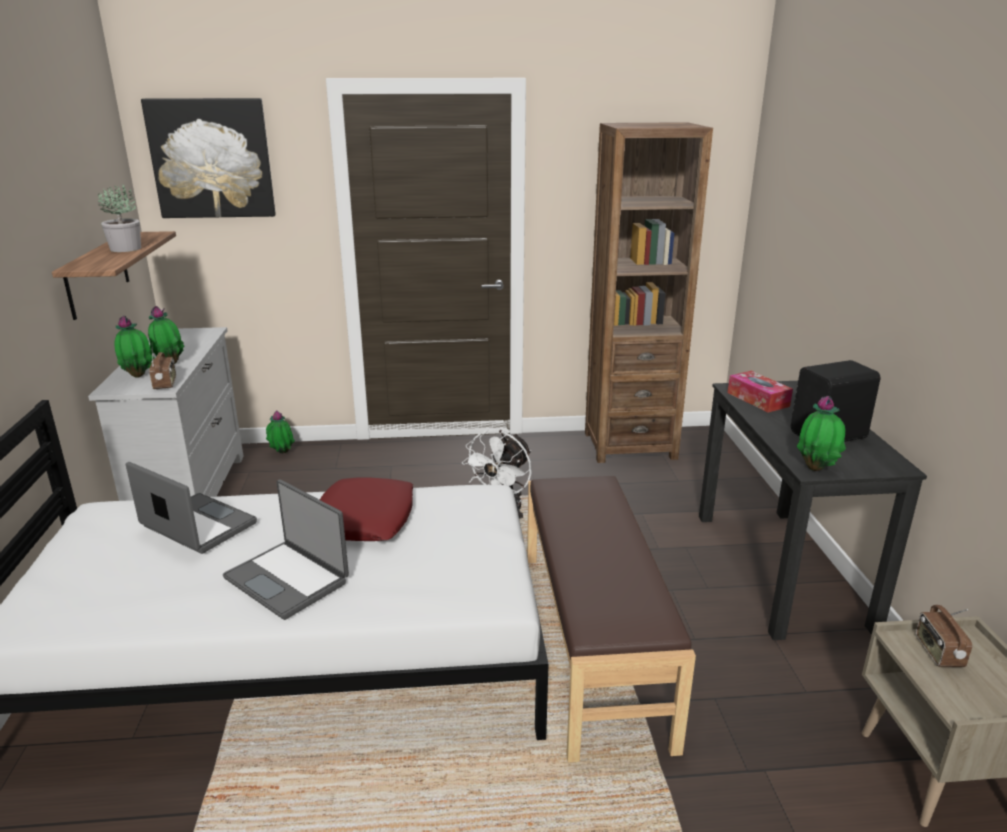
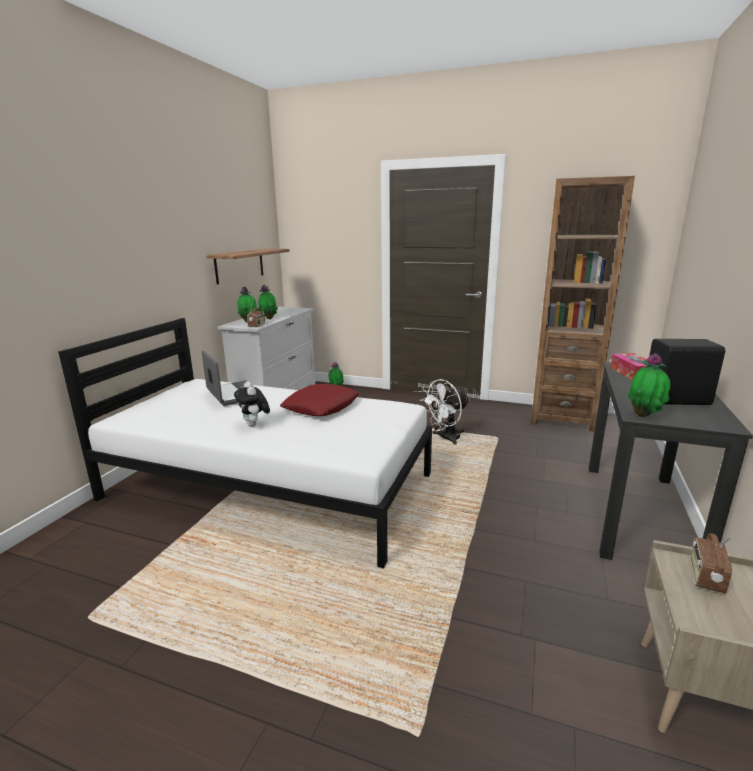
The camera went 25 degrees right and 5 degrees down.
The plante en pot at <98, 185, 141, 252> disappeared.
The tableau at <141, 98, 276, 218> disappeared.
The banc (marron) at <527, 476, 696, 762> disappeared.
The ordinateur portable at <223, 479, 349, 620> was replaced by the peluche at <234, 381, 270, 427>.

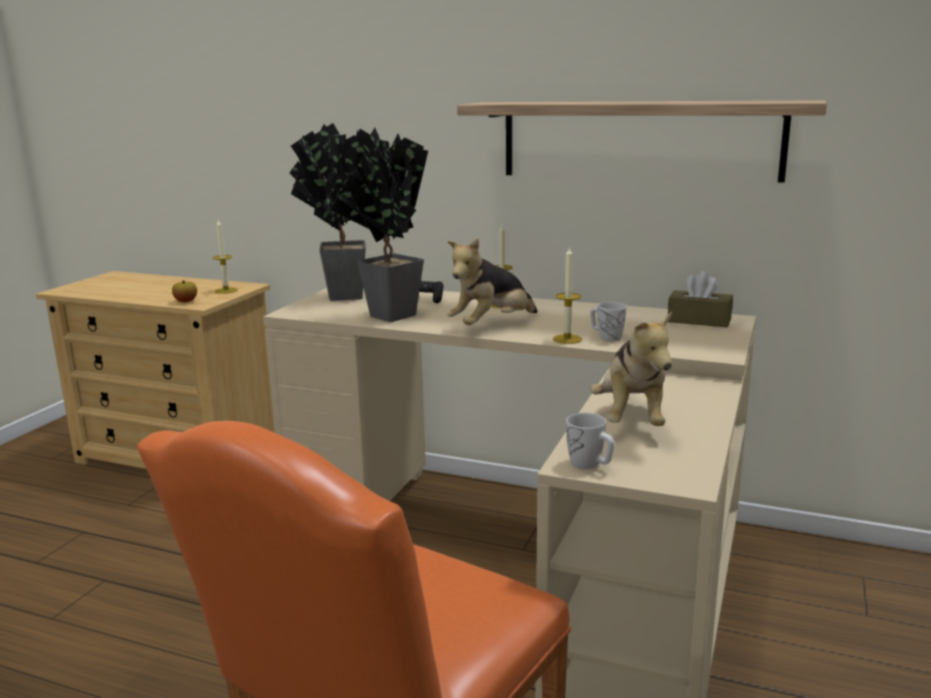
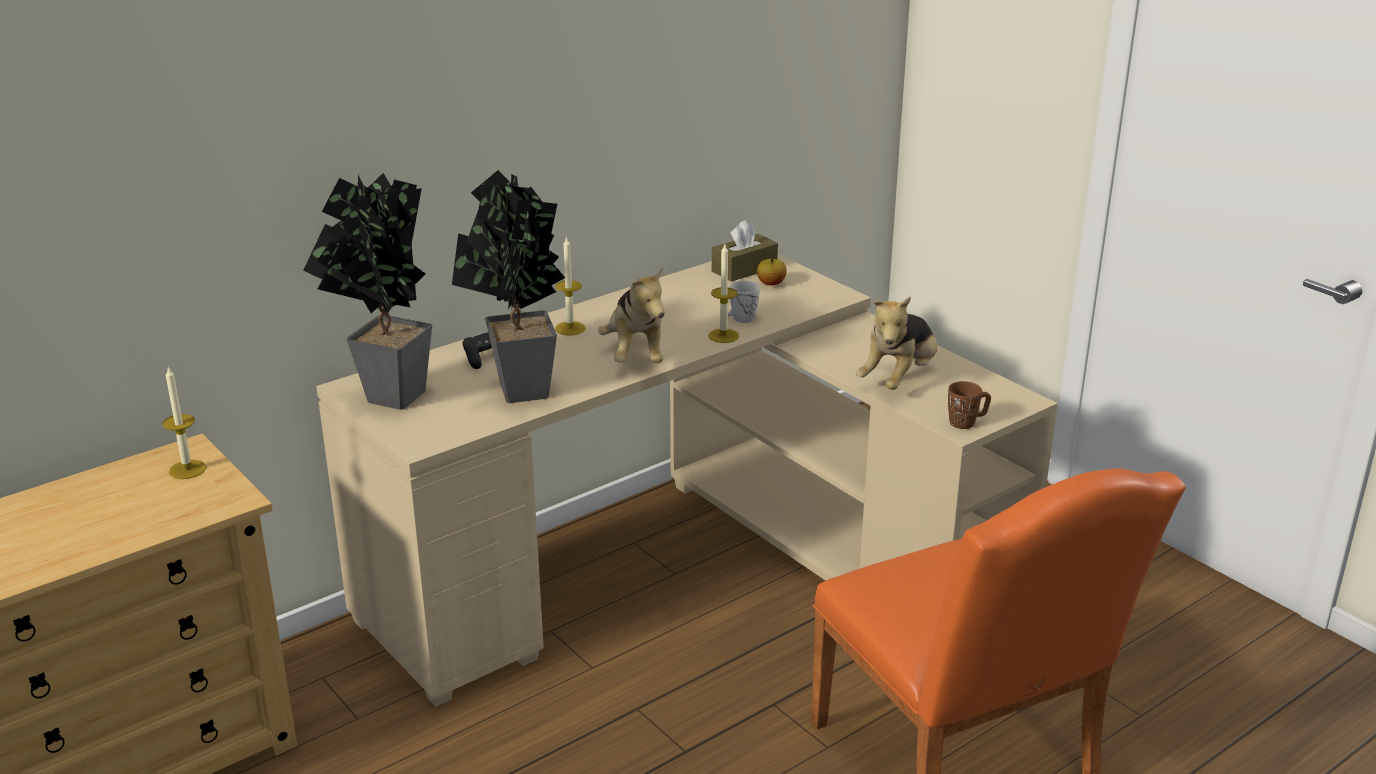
The camera went 60 degrees left and 10 degrees up.
The étagère at <457, 100, 827, 183> disappeared.
The pomme moved from <172, 280, 197, 302> to <757, 259, 787, 285>.
The mug (blanc) at <566, 413, 615, 469> became the mug (marron) at <948, 381, 991, 429>.
The peluche at <590, 311, 672, 426> turned 90 degrees clockwise.

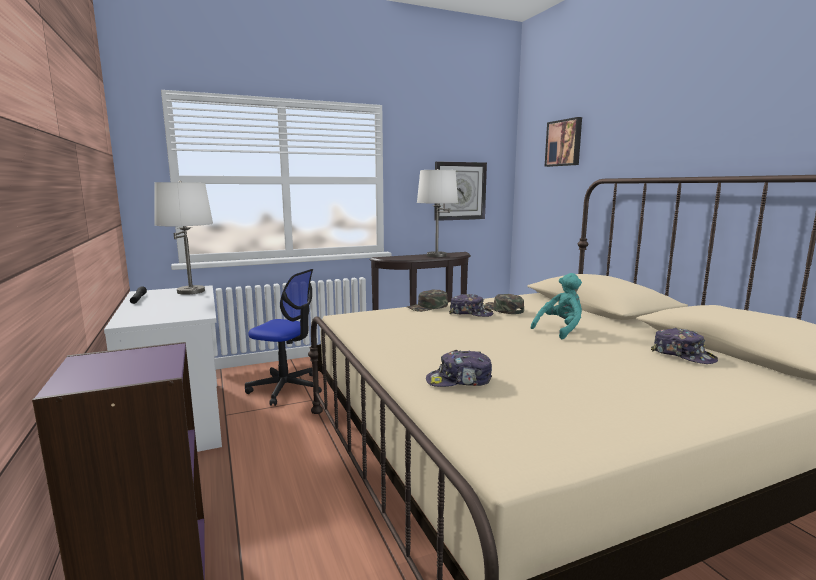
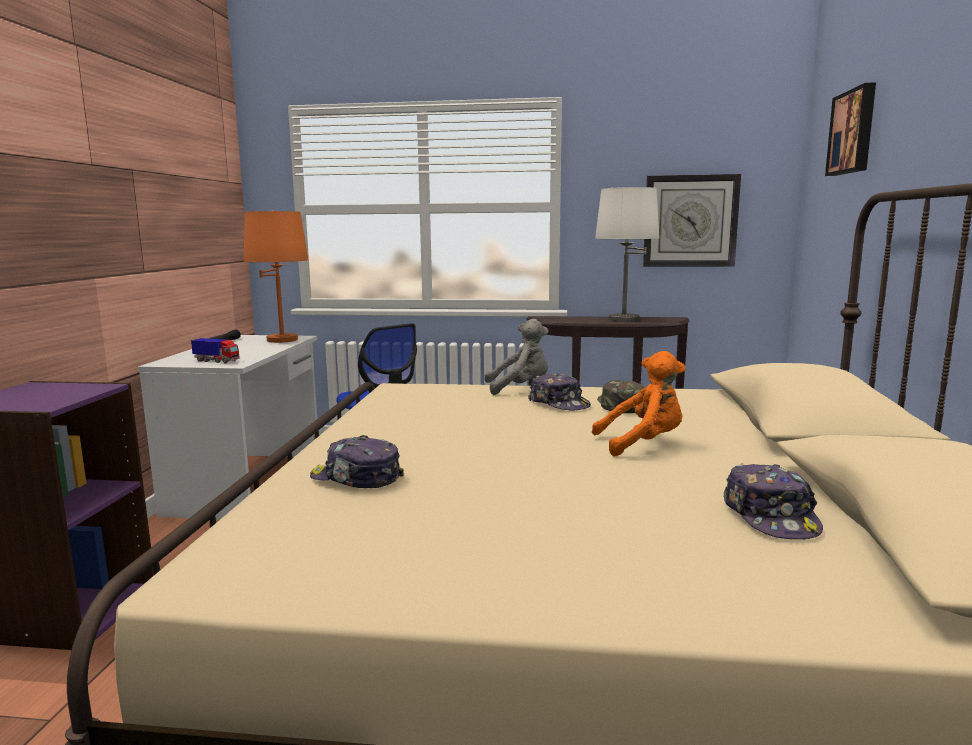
The camera went 30 degrees right and 0 degrees up.
The camion jouet at <191, 338, 239, 363> appeared.
The casquette (vert) at <407, 290, 448, 312> was replaced by the peluche (gris) at <484, 319, 548, 395>.
The lampe de table (blanc) at <154, 181, 213, 295> became the lampe de table (orange) at <244, 210, 308, 343>.
The peluche (turquoise) at <531, 273, 582, 339> became the peluche (orange) at <592, 351, 685, 457>.

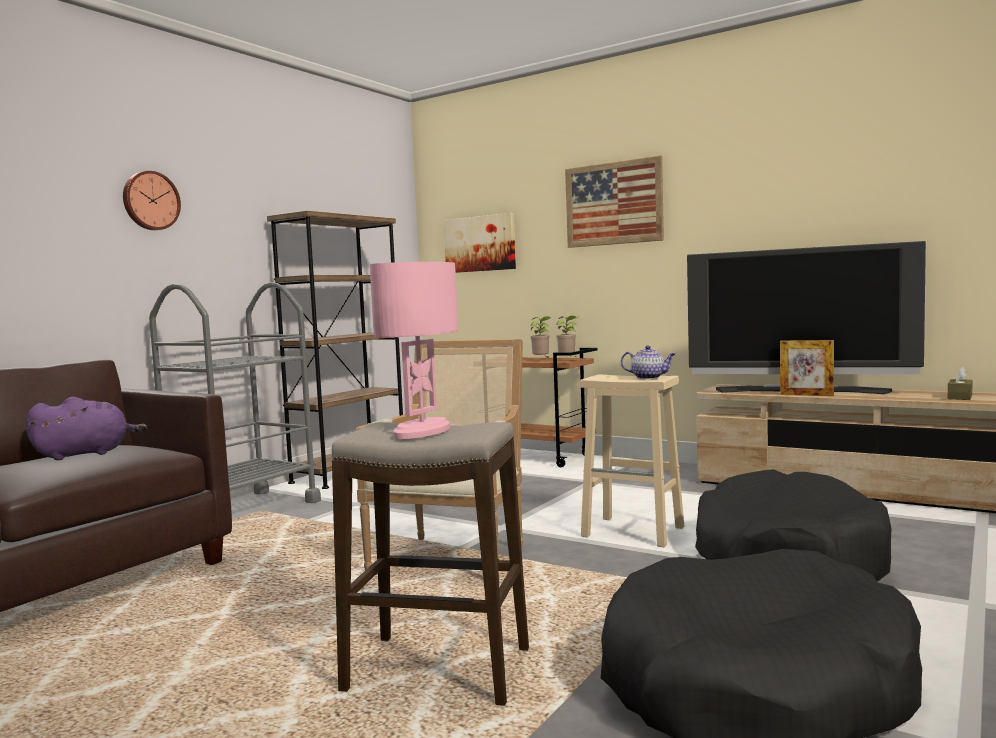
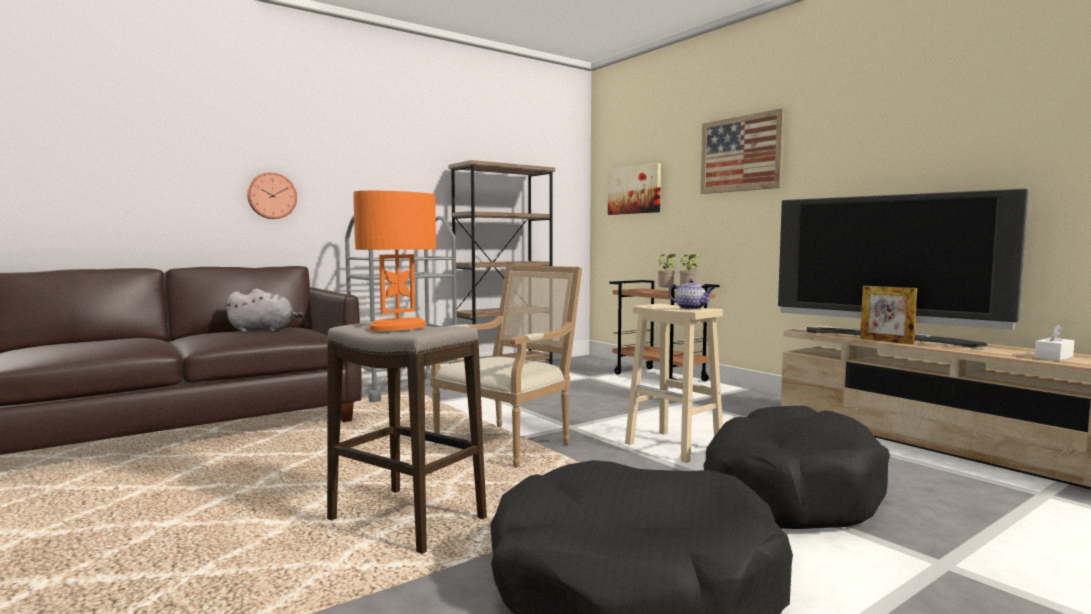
The camera went 20 degrees right and 0 degrees up.
The horloge murale moved from <123, 171, 181, 230> to <247, 172, 297, 219>.
The peluche (violet) at <26, 397, 147, 460> became the peluche (gris) at <225, 289, 303, 332>.
The lampe de table (rose) at <370, 262, 458, 439> became the lampe de table (orange) at <354, 191, 436, 331>.
The boîte à mouchoirs (marron) at <948, 367, 973, 400> became the boîte à mouchoirs (blanc) at <1034, 324, 1074, 361>.

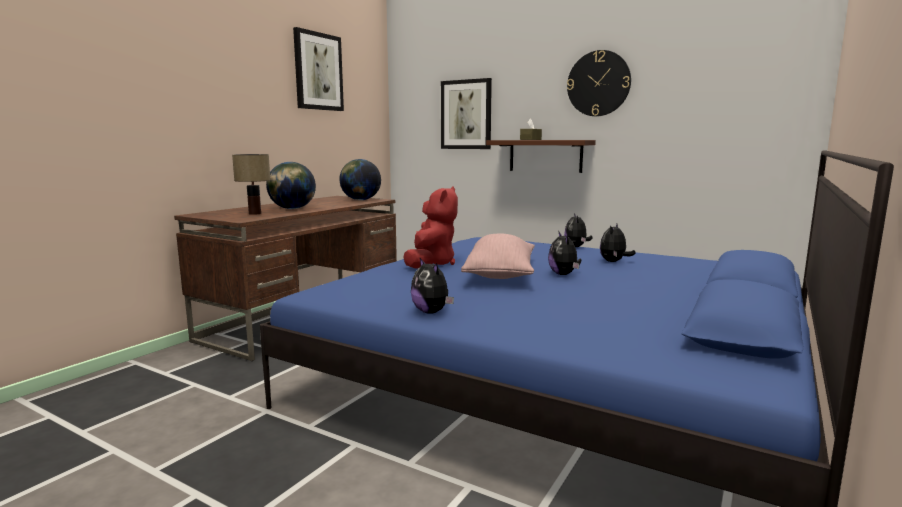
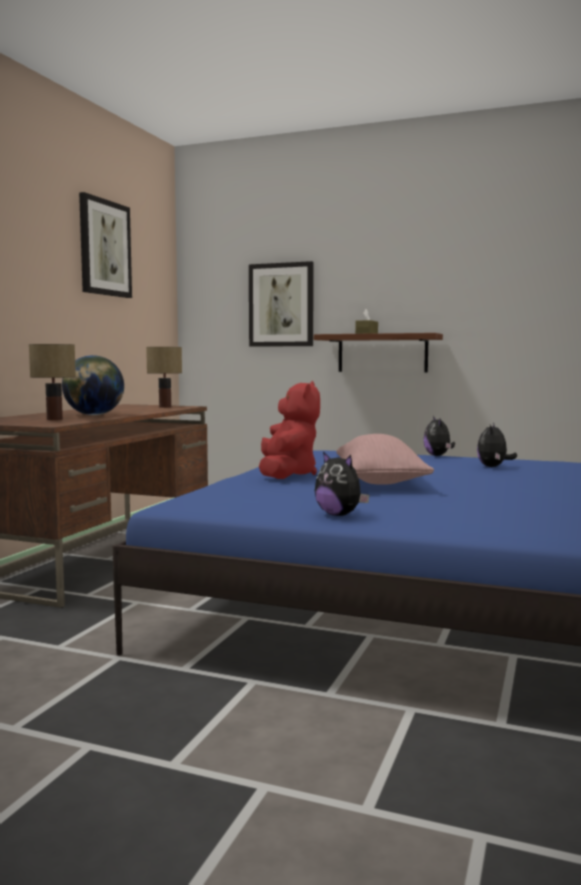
The camera went 10 degrees left and 5 degrees down.
The peluche at <548, 232, 581, 275> disappeared.
The horloge murale at <567, 50, 631, 116> disappeared.
The globe at <339, 159, 381, 200> was replaced by the lampe de table at <146, 347, 182, 408>.

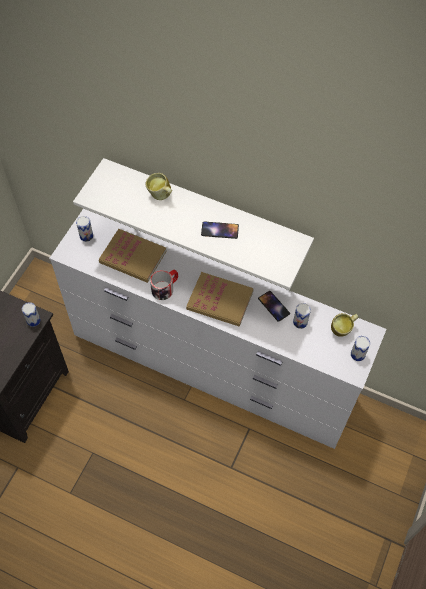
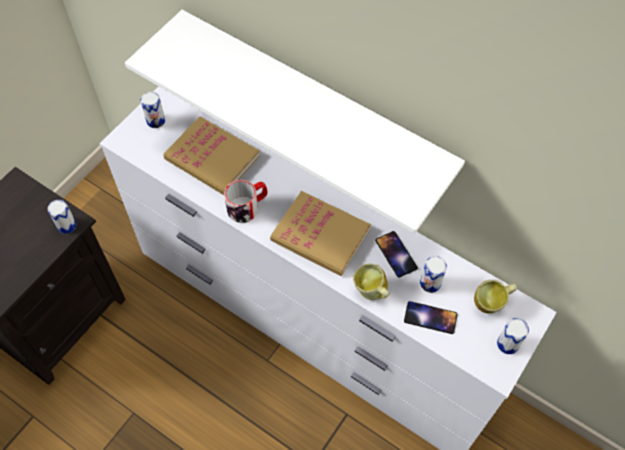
The camera went 10 degrees right and 0 degrees up.
The mug moved from <146, 173, 172, 200> to <353, 263, 390, 300>.
The téléphone moved from <201, 221, 239, 239> to <404, 301, 458, 334>.

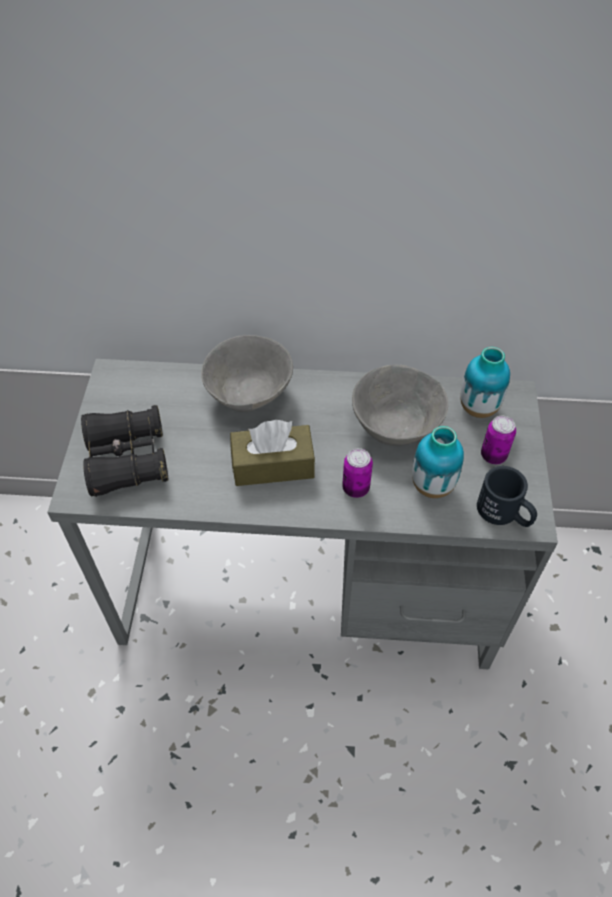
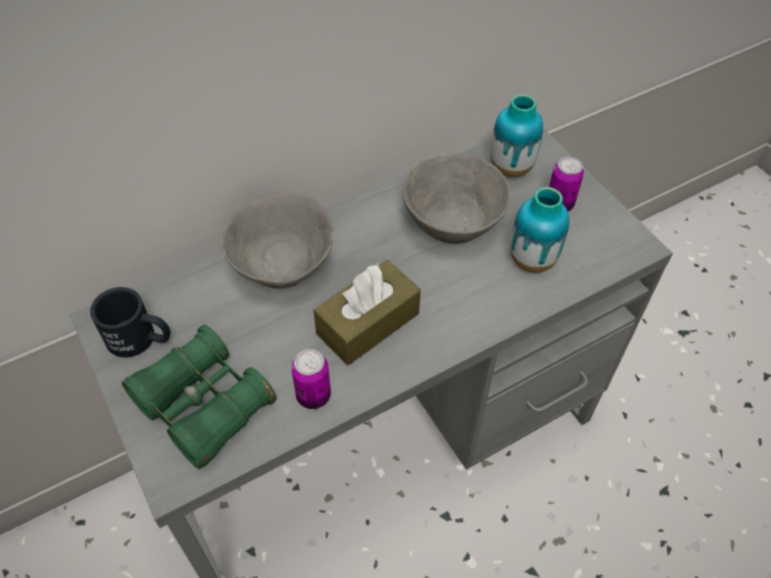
The camera went 35 degrees left and 0 degrees up.
The boîte métallique moved from <342, 448, 373, 498> to <291, 349, 331, 409>.
The mug (noir) moved from <477, 466, 537, 527> to <90, 287, 170, 357>.
The jumelles (noir) at <81, 405, 169, 497> became the jumelles (vert) at <122, 325, 277, 469>.

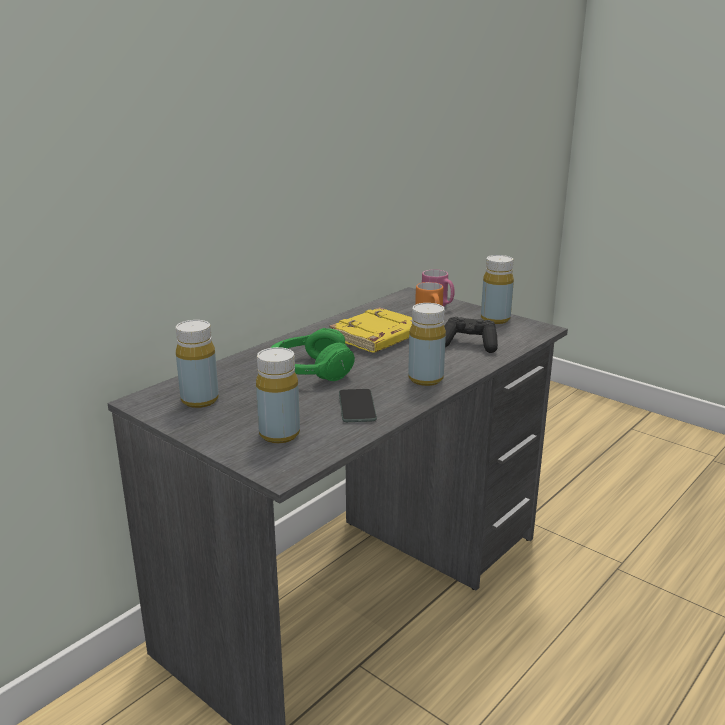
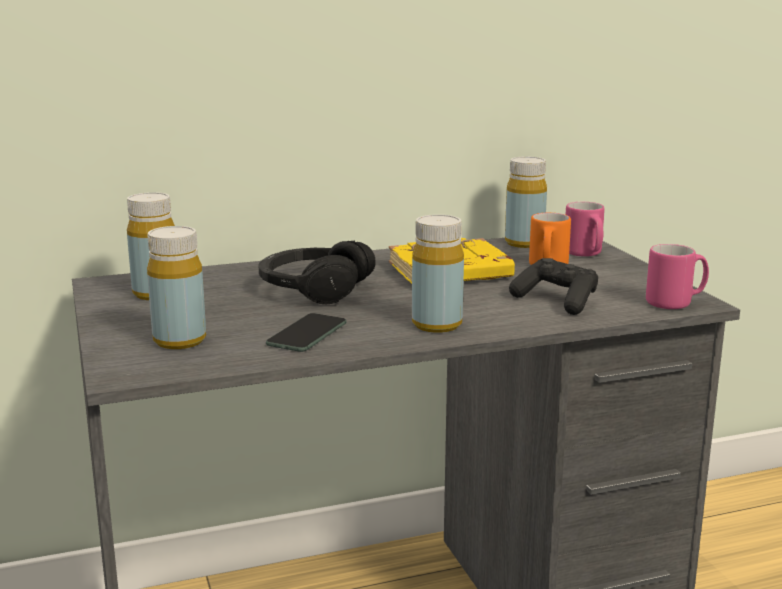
The camera went 30 degrees right and 5 degrees down.
The mug (rose) at <646, 244, 709, 309> appeared.
The bouteille (jaune) moved from <481, 255, 514, 324> to <505, 157, 547, 248>.
The casque audio (vert) at <270, 328, 355, 381> became the casque audio (noir) at <259, 241, 376, 304>.

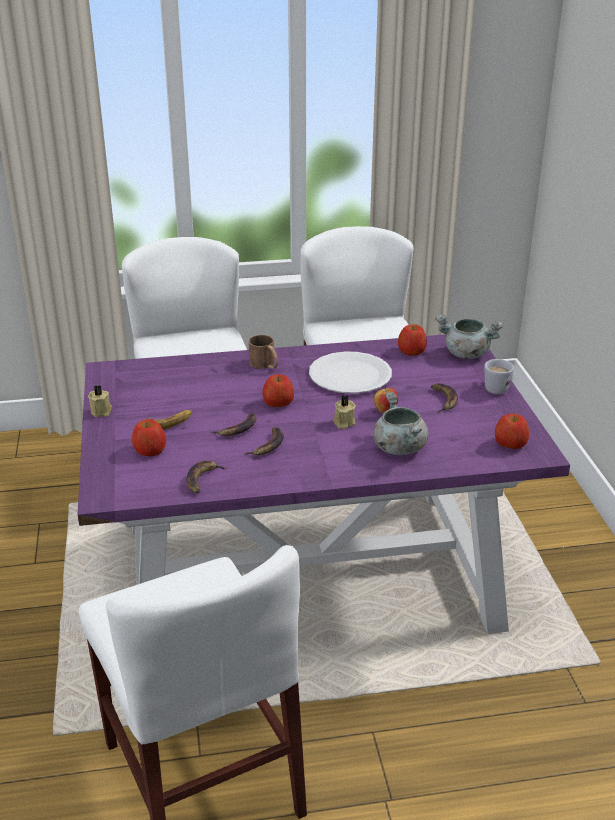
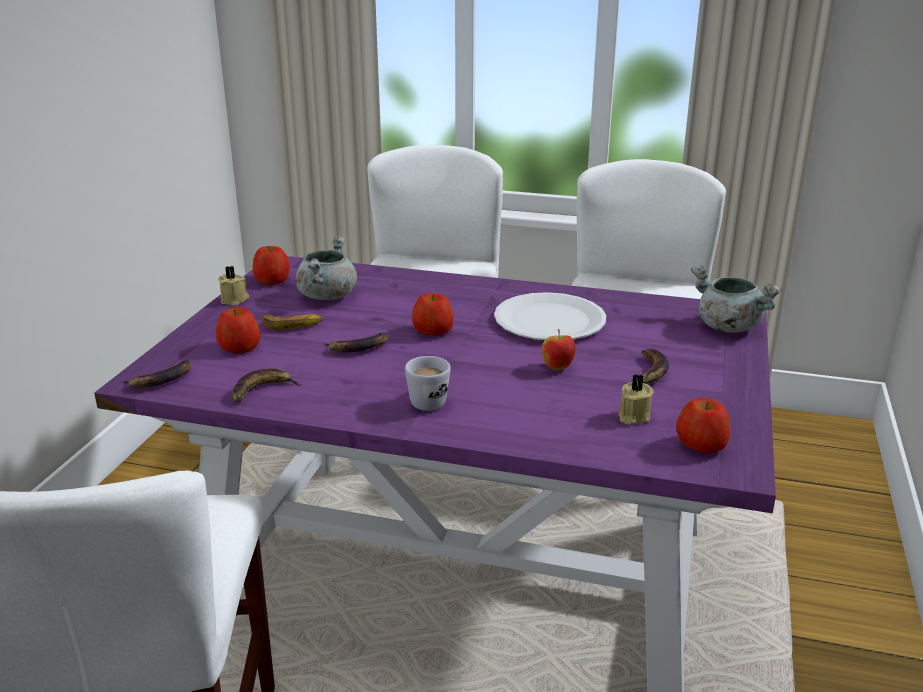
The camera went 25 degrees right and 5 degrees down.
The mug (marron) at <249, 335, 278, 369> disappeared.
The banane moved from <243, 427, 284, 455> to <121, 360, 192, 388>.
The bougie (beige) moved from <333, 395, 356, 429> to <619, 374, 654, 425>.
The marmite (gris) moved from <374, 392, 428, 455> to <295, 236, 357, 300>.
The pomme moved from <398, 324, 427, 356> to <253, 246, 290, 285>.
The mug (blanc) moved from <484, 359, 514, 394> to <405, 356, 451, 411>.

